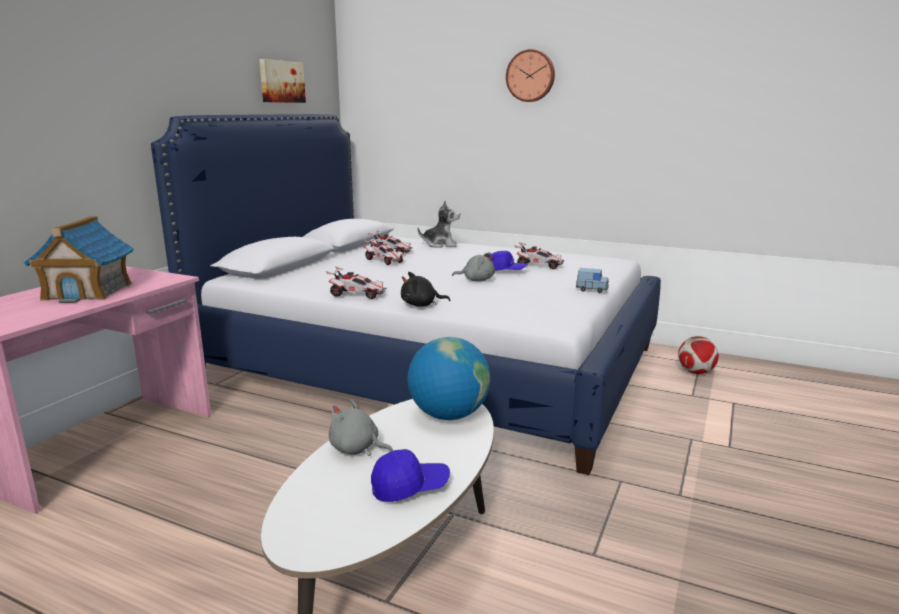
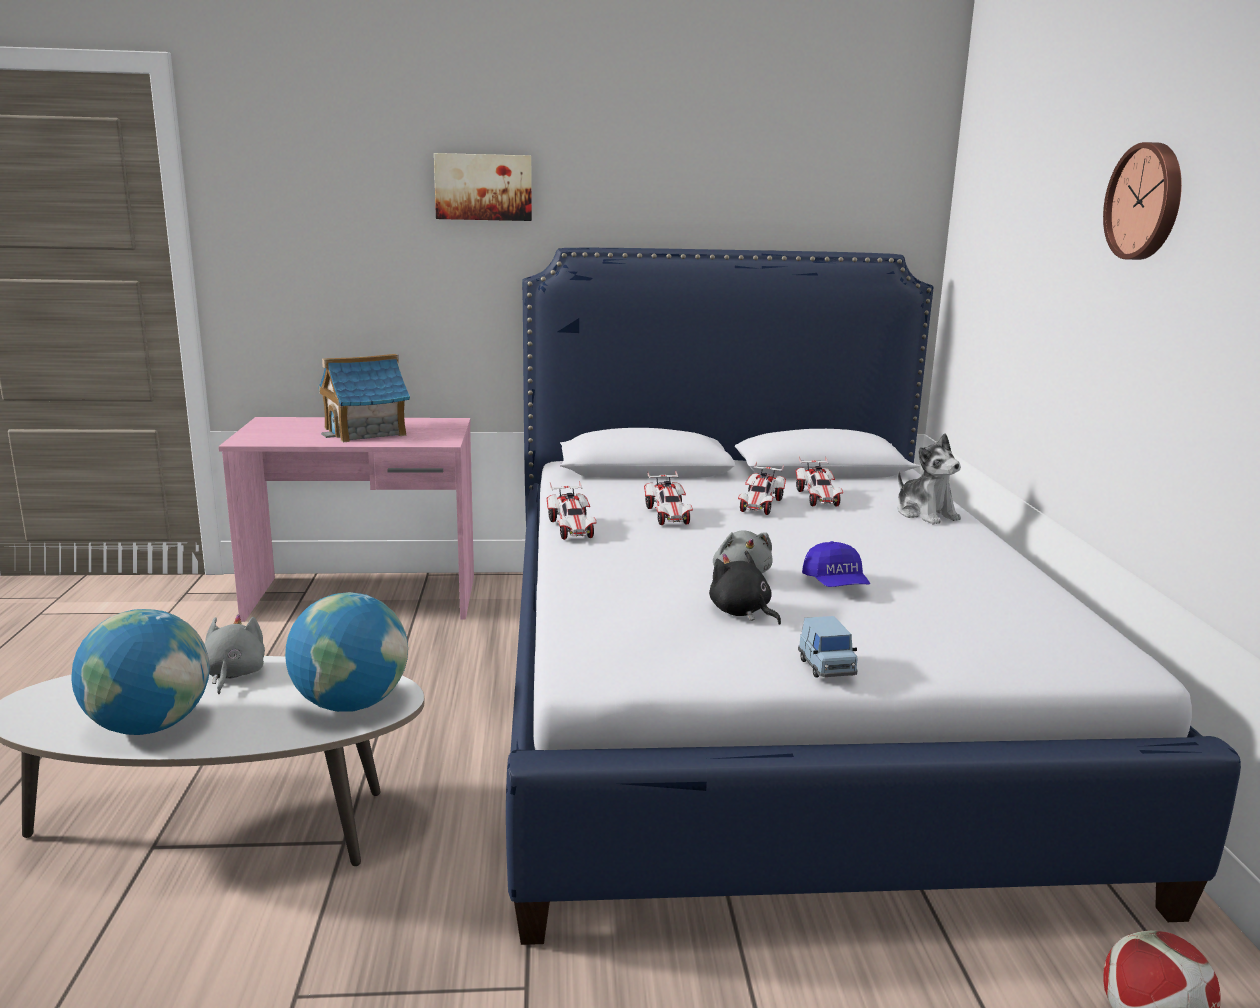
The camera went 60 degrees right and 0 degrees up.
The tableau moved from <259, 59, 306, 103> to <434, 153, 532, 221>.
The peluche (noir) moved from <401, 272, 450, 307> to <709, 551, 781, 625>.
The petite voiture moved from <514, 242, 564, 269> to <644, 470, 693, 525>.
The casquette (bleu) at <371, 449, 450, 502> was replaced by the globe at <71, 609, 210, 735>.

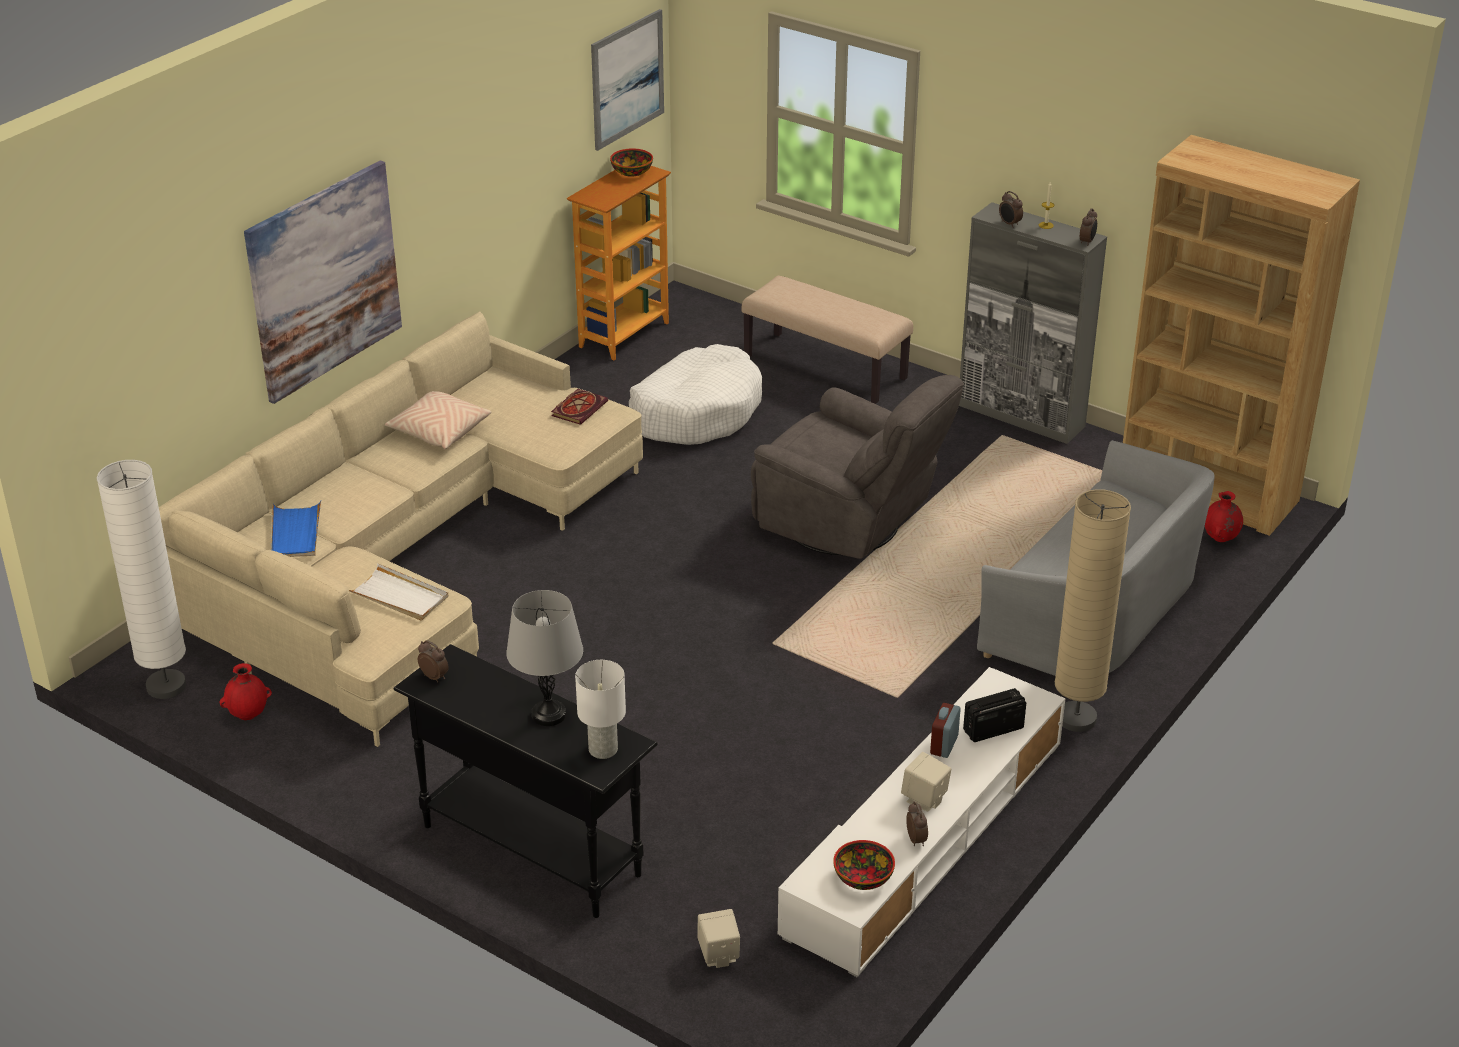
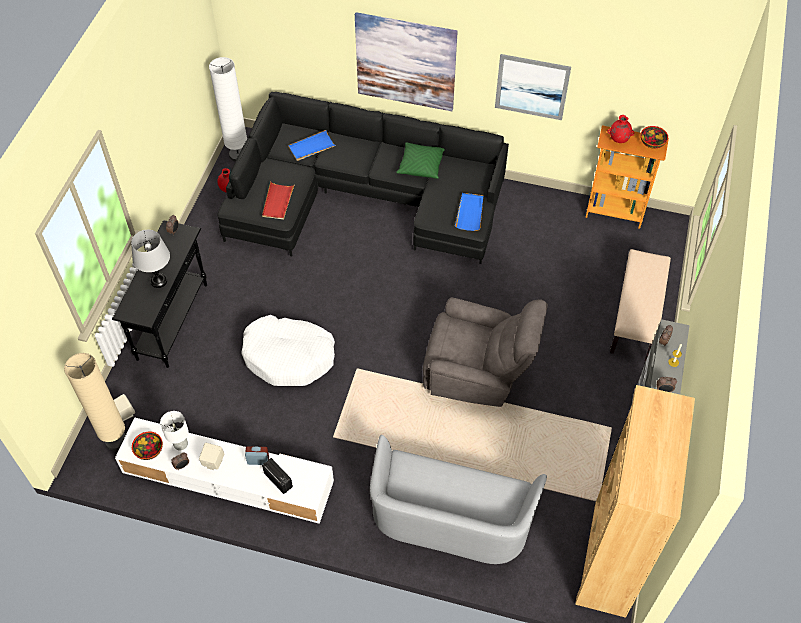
The camera went 70 degrees right and 20 degrees up.
The lampe de table (blanc) moved from <575, 660, 626, 759> to <160, 411, 189, 450>.
The tableau moved from <591, 9, 664, 151> to <495, 54, 571, 120>.
The panier pour chien (blanc) moved from <629, 344, 762, 445> to <241, 315, 335, 386>.
The lampadaire (beige) moved from <1055, 489, 1131, 732> to <64, 353, 126, 450>.
The vase (rouge) moved from <1205, 491, 1243, 542> to <607, 115, 634, 143>.
The livre at <551, 389, 608, 425> was replaced by the plateau (bleu) at <455, 193, 483, 231>.
The canapé (beige) at <159, 311, 643, 747> became the canapé (noir) at <217, 92, 509, 264>.
The plateau (blanc) at <349, 564, 448, 621> became the plateau (rouge) at <262, 182, 295, 220>.
The coussin (beige) at <385, 391, 491, 449> became the coussin (vert) at <396, 142, 445, 179>.
The fauteuil (gris) at <751, 375, 964, 559> turned 90 degrees counterclockwise.

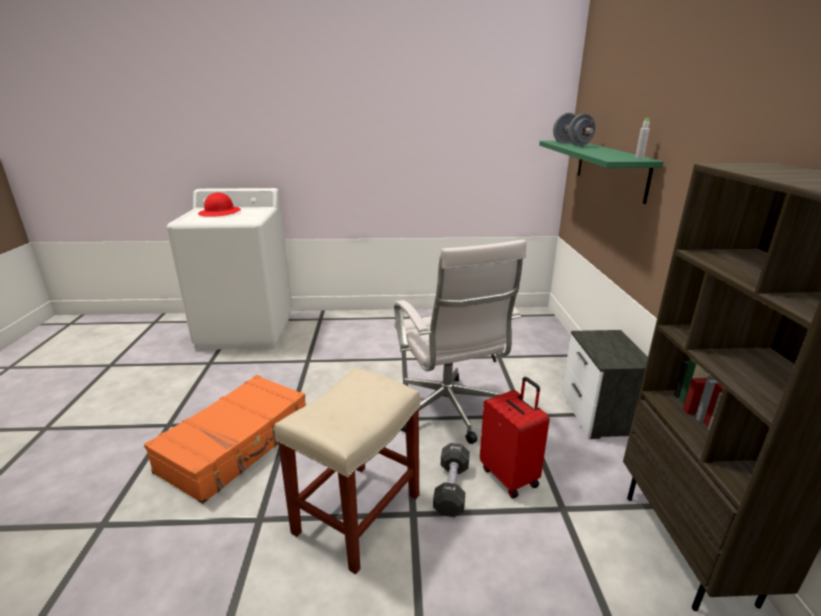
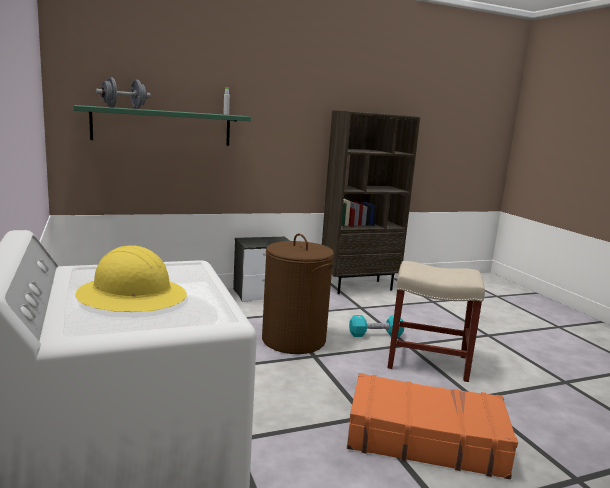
The camera went 110 degrees left and 10 degrees down.
The valise (rouge) at <480, 377, 550, 499> disappeared.
The chaise de bureau (blanc) at <394, 239, 526, 444> was replaced by the panier à linge (marron) at <262, 233, 334, 354>.
The casque de chantier (rouge) at <198, 192, 241, 217> became the casque de chantier (jaune) at <75, 245, 187, 312>.
The haltère (noir) at <433, 443, 470, 517> became the haltère (turquoise) at <349, 315, 404, 337>.

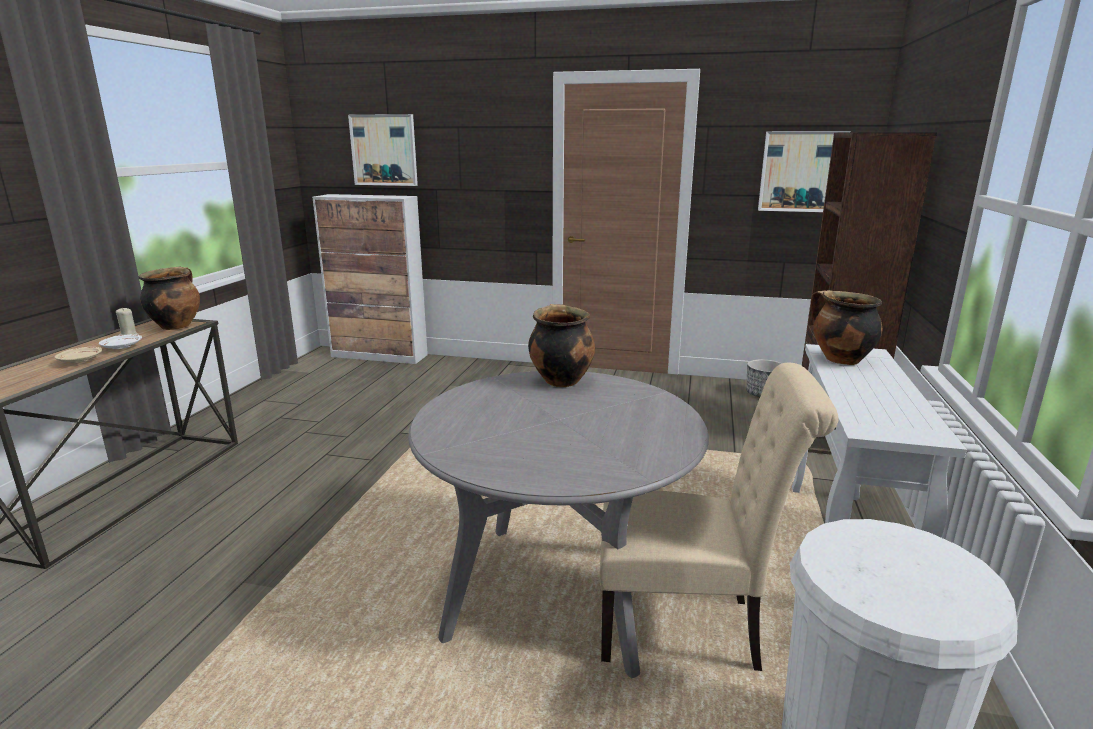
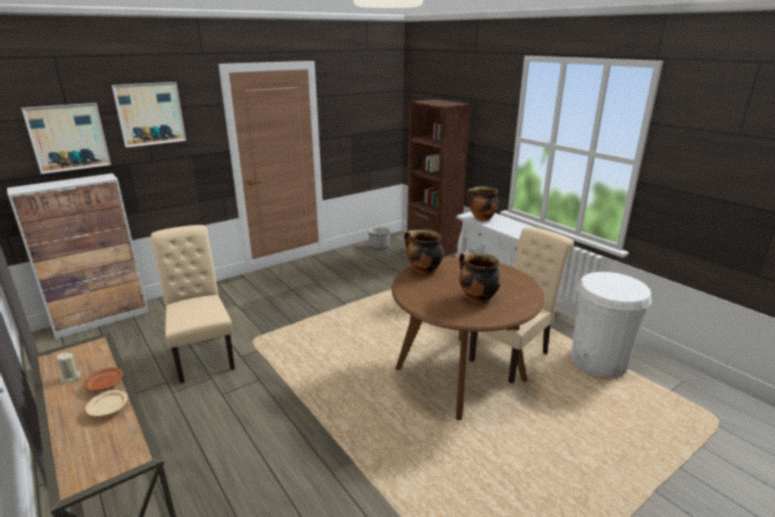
The camera went 50 degrees left and 5 degrees up.
The chaise (beige) at <151, 225, 235, 383> appeared.
The marmite moved from <139, 267, 200, 330> to <459, 252, 501, 303>.
The tableau moved from <758, 131, 850, 212> to <112, 82, 186, 148>.
The assiette (blanc) at <99, 334, 142, 349> became the assiette (marron) at <84, 367, 123, 391>.
The table à manger (gris) at <408, 371, 709, 678> became the table à manger (marron) at <391, 257, 545, 420>.

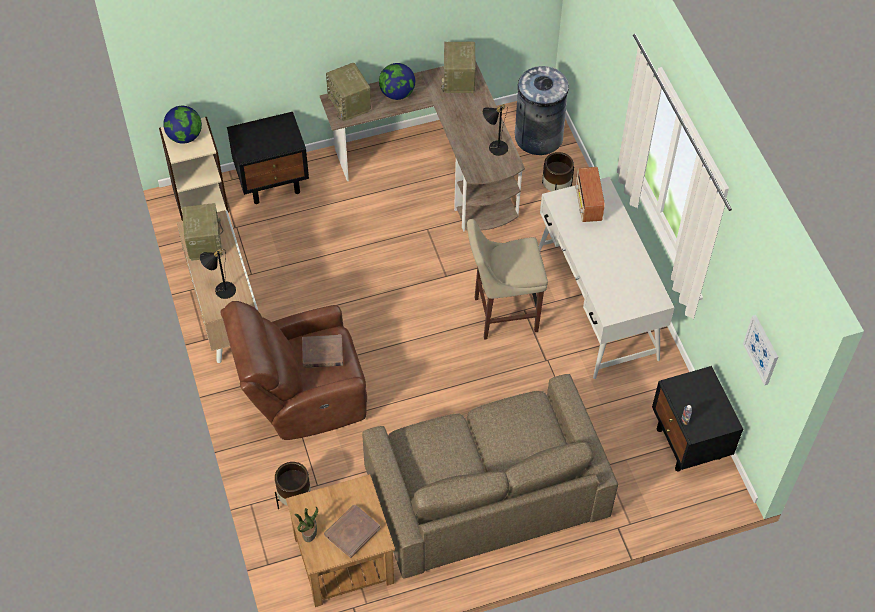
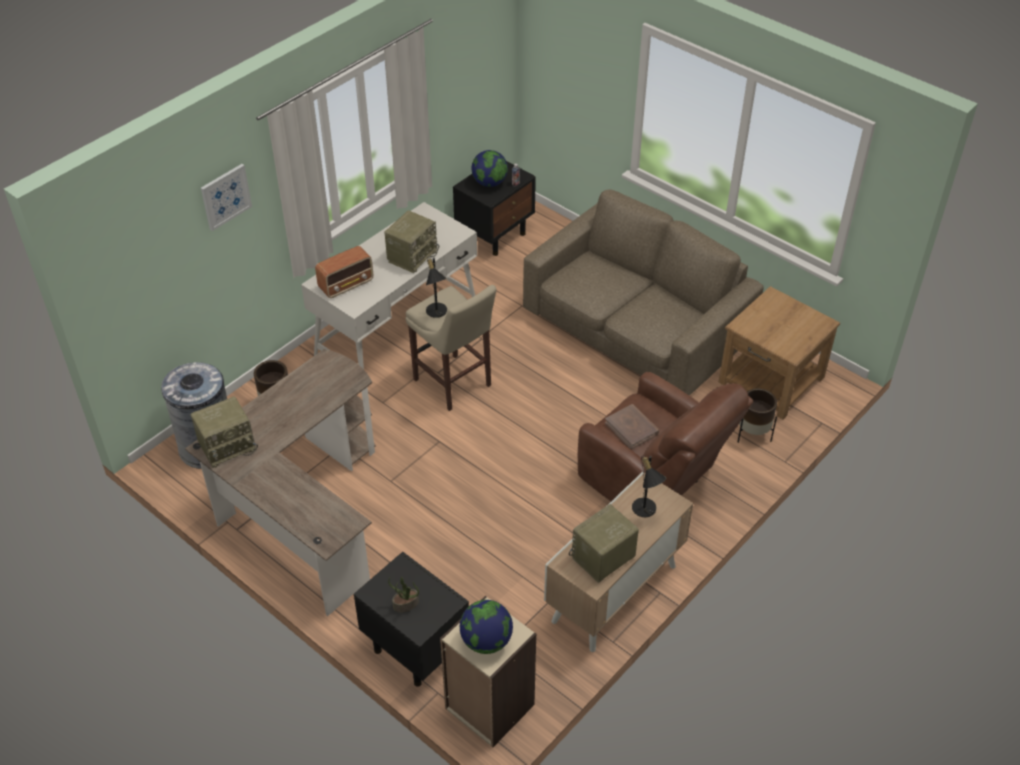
The camera went 120 degrees left and 10 degrees down.
The livre (marron) at <324, 505, 380, 558> disappeared.
The plante en pot moved from <295, 506, 318, 542> to <388, 577, 419, 613>.
The radio moved from <326, 63, 371, 121> to <384, 210, 439, 273>.
The globe moved from <379, 63, 415, 100> to <471, 150, 508, 187>.
The lampe de table (noir) moved from <483, 104, 508, 156> to <426, 257, 447, 318>.
The tableau moved from <743, 315, 778, 386> to <201, 164, 252, 231>.

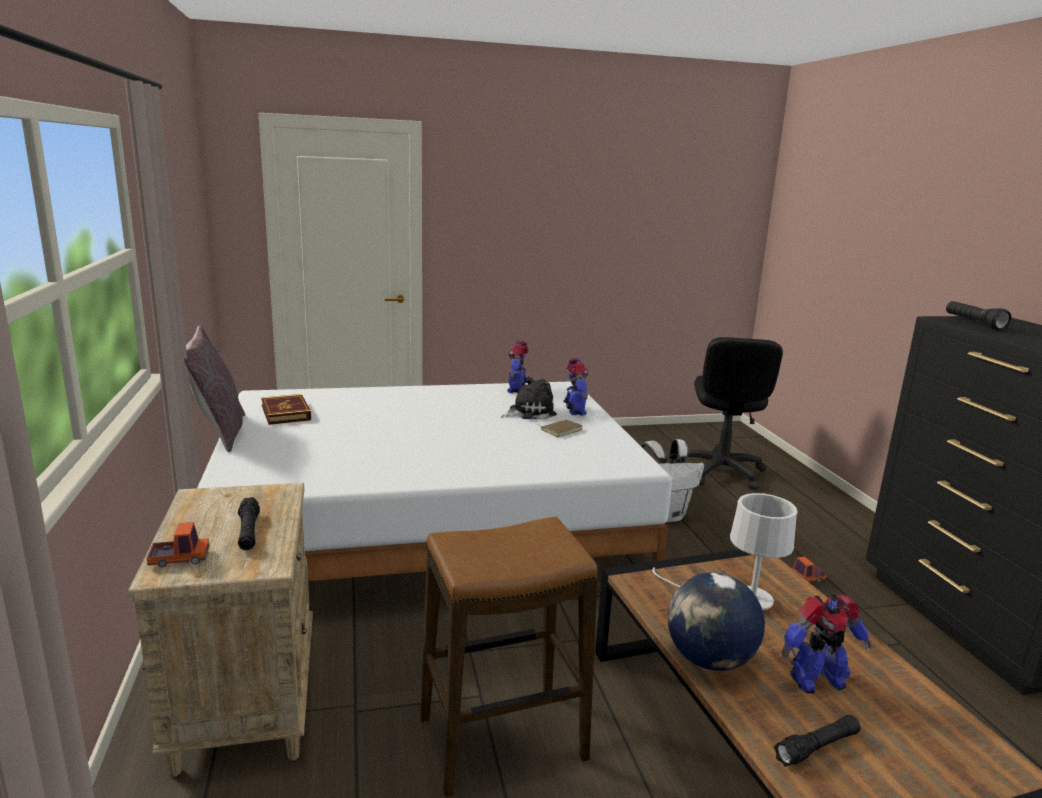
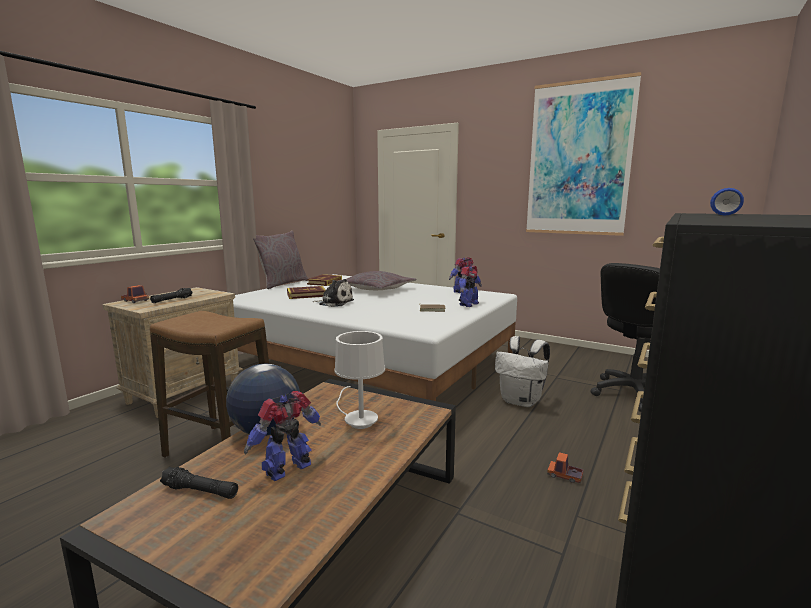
The camera went 45 degrees right and 5 degrees down.
The livre at <287, 286, 326, 299> appeared.
The coussin (gris) at <338, 271, 416, 290> appeared.
The tableau at <526, 72, 641, 236> appeared.
The peluche moved from <501, 377, 557, 419> to <314, 279, 354, 307>.
The lampe de poche (noir) at <946, 301, 1012, 330> became the lampe de poche (bleu) at <710, 188, 744, 216>.
The robot jouet at <781, 594, 871, 693> turned 105 degrees clockwise.

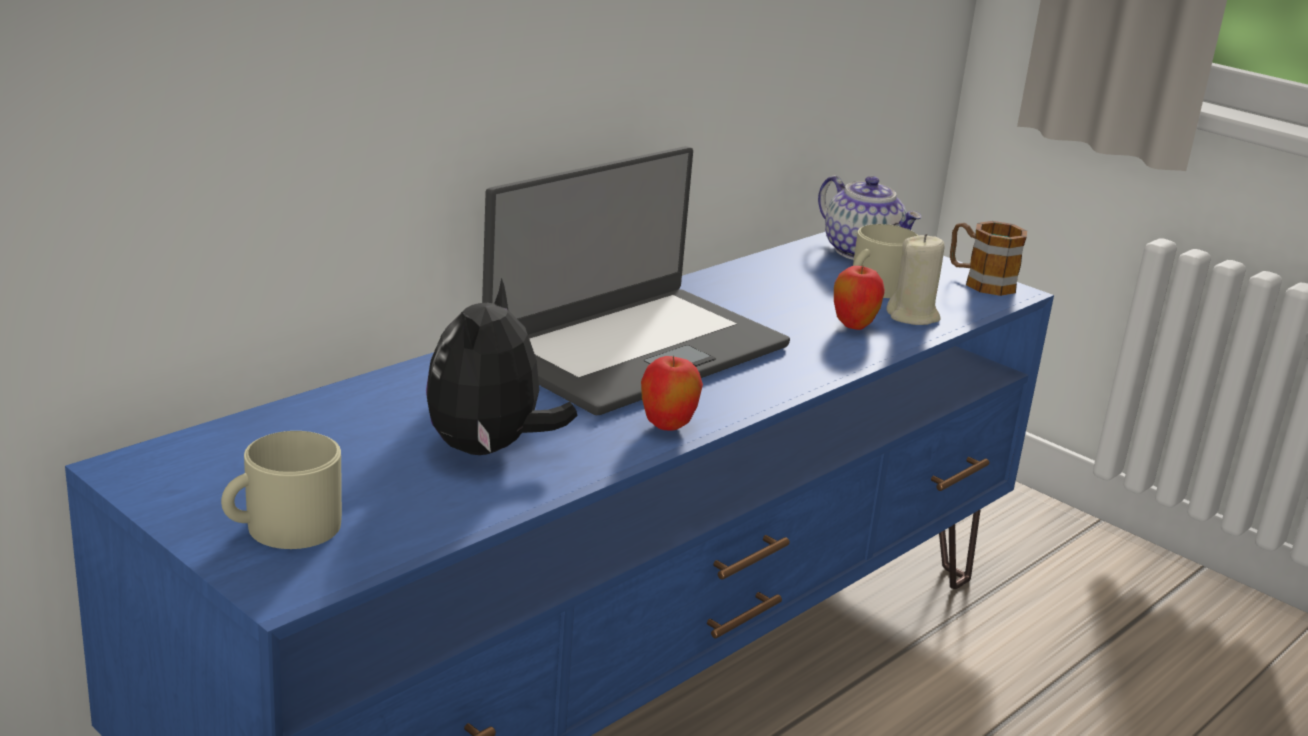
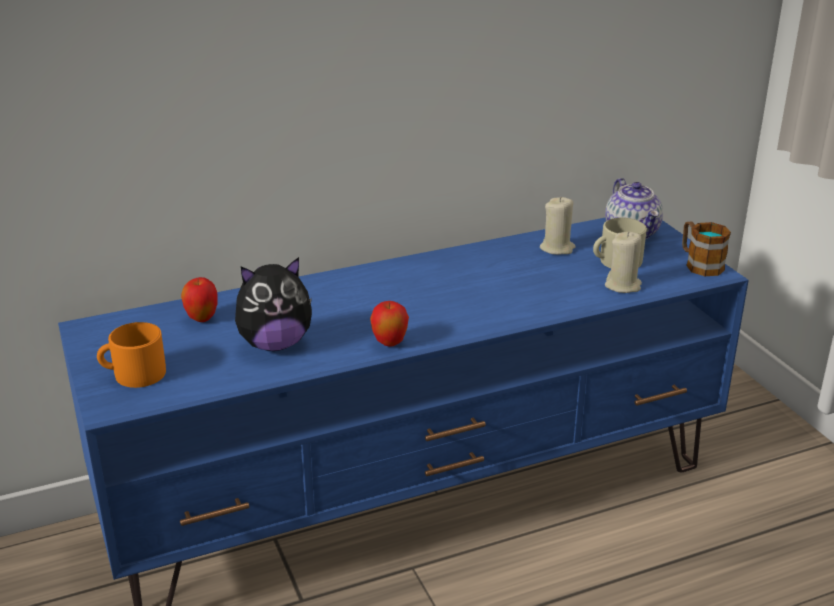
The camera went 25 degrees right and 5 degrees up.
The ordinateur portable at <482, 146, 790, 415> disappeared.
The bougie (beige) at <540, 197, 575, 255> appeared.
The pomme moved from <834, 265, 885, 330> to <181, 277, 218, 322>.
The mug (beige) at <221, 431, 342, 549> became the mug (orange) at <97, 322, 166, 388>.
The peluche at <426, 278, 578, 455> turned 150 degrees counterclockwise.

